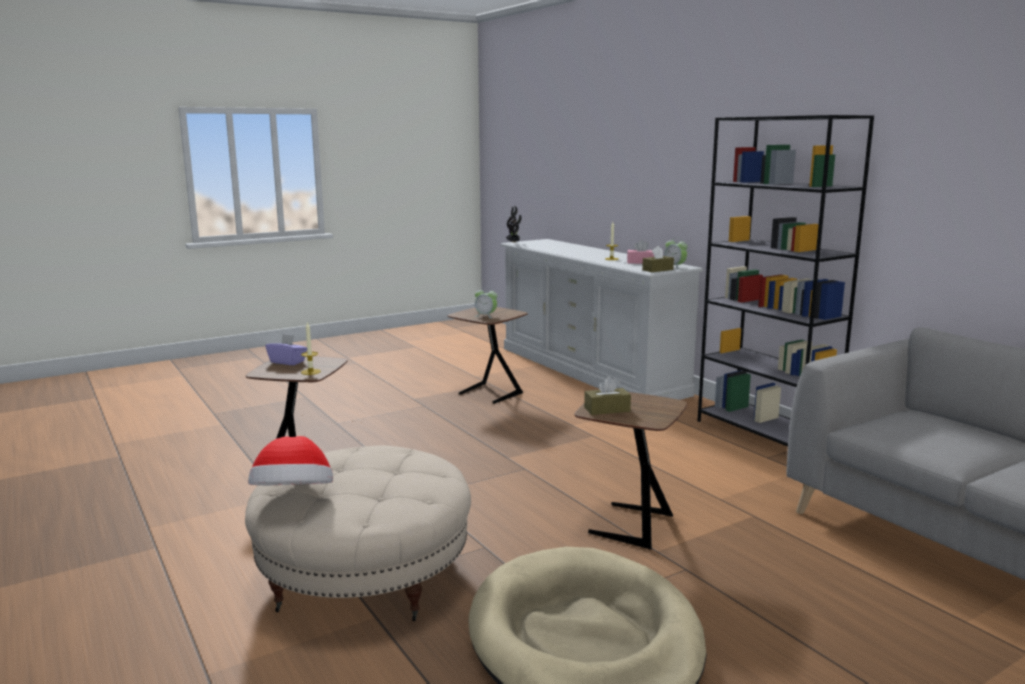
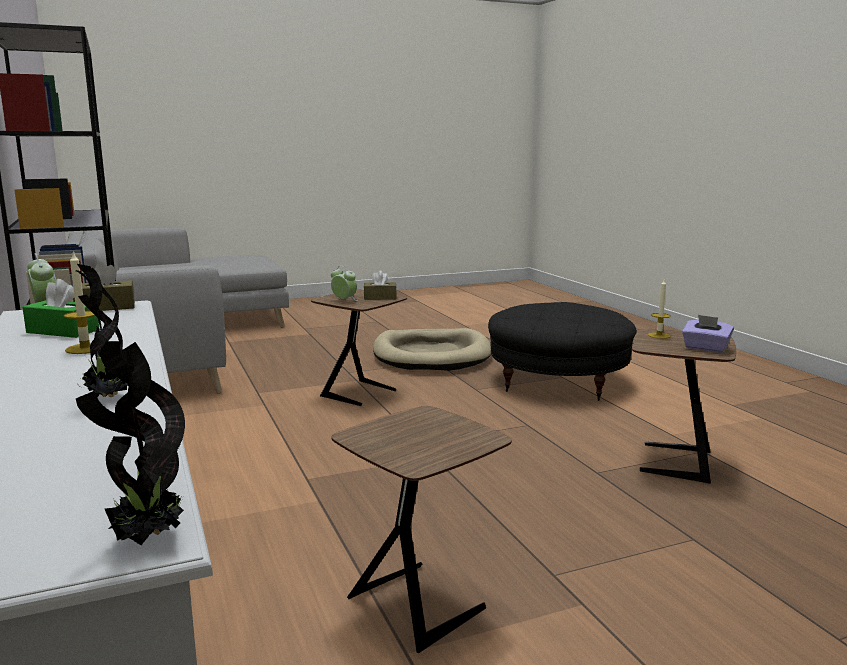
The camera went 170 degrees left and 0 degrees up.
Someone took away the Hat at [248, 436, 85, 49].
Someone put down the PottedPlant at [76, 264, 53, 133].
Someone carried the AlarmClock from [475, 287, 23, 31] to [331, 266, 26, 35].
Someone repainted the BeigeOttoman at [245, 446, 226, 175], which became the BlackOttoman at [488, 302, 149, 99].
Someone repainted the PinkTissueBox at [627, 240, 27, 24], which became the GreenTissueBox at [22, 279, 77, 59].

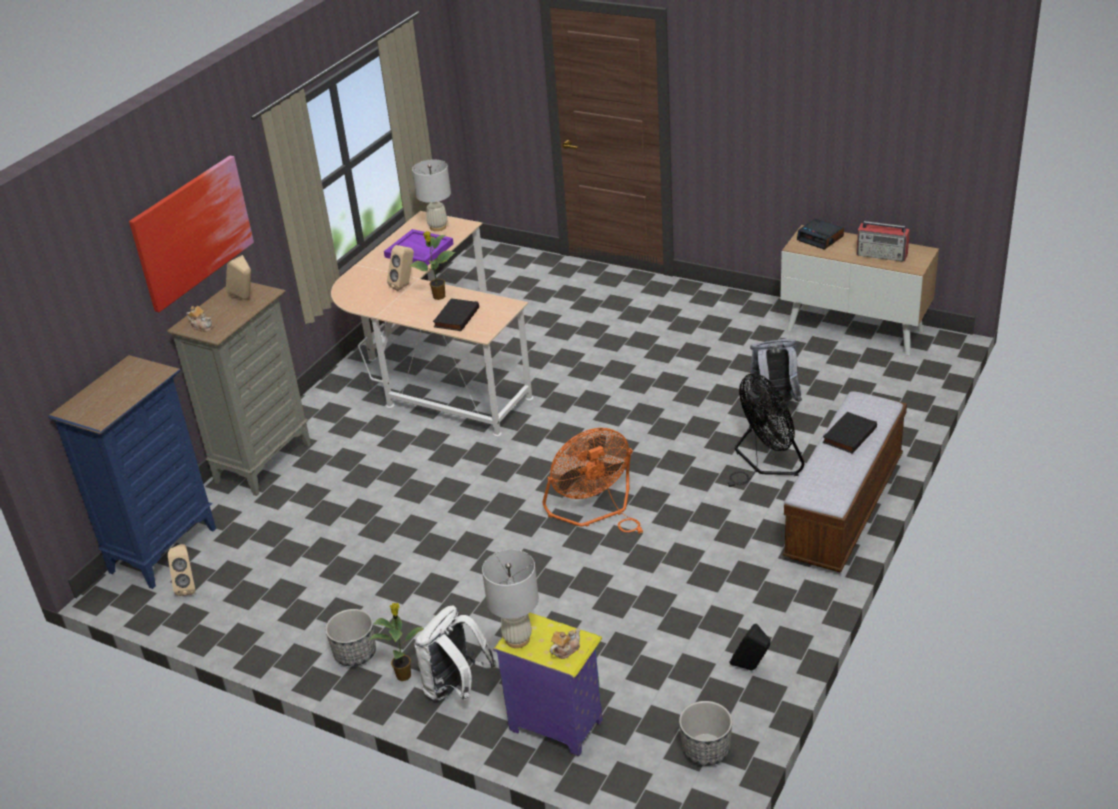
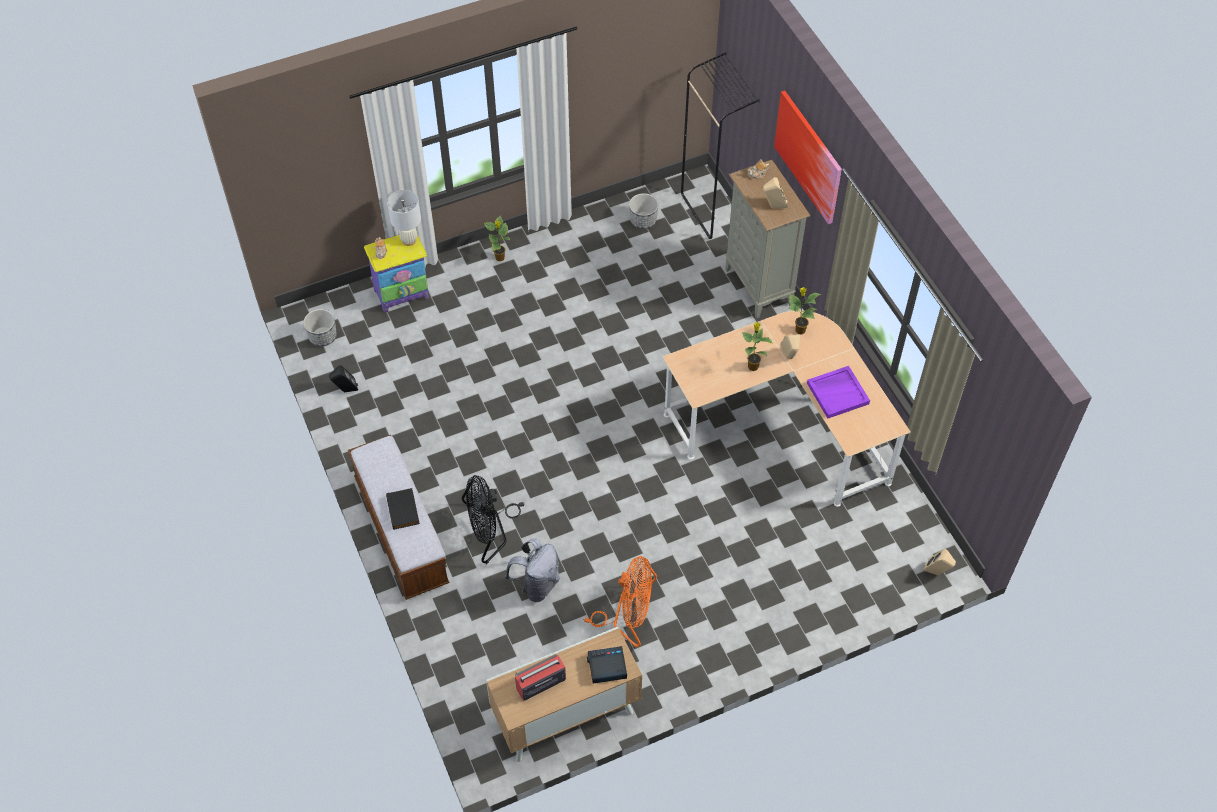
The camera went 125 degrees right and 20 degrees up.
Someone took away the WhiteTableLamp at [412, 159, 39, 72].
Someone took away the WhiteBackpack at [415, 605, 81, 96].
Someone took away the BlackBook at [433, 298, 46, 33].
Someone put down the PottedPlant at [788, 287, 33, 48].
Someone carried the BeigeSpeaker from [168, 544, 27, 52] to [923, 549, 33, 26].
Someone carried the Planter from [325, 609, 51, 57] to [629, 193, 30, 36].
Someone carried the OrangeFan from [543, 428, 100, 106] to [584, 556, 73, 92].
Someone swapped the BlueDresser at [48, 355, 168, 234] for the BlackClothesRack at [681, 52, 79, 187].
Someone rotated the BlackFan at [726, 374, 78, 113] by 60 degrees clockwise.

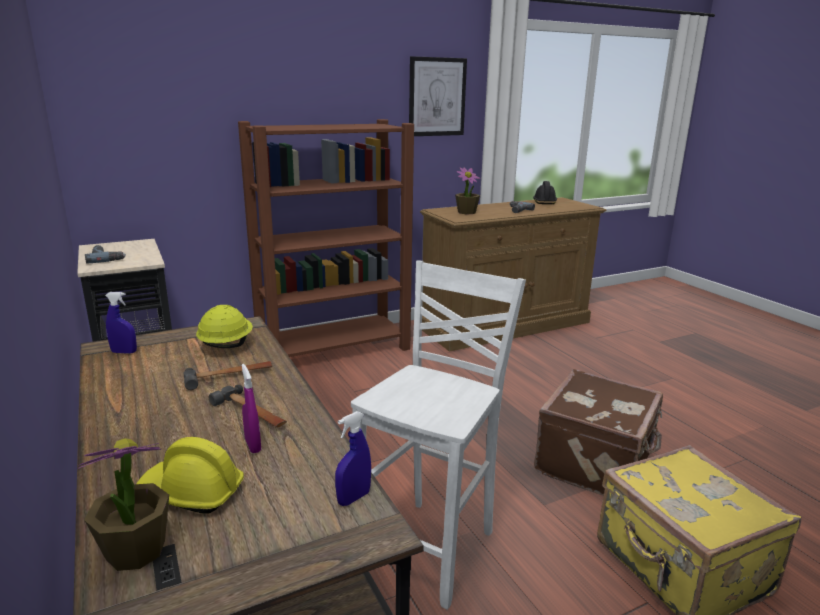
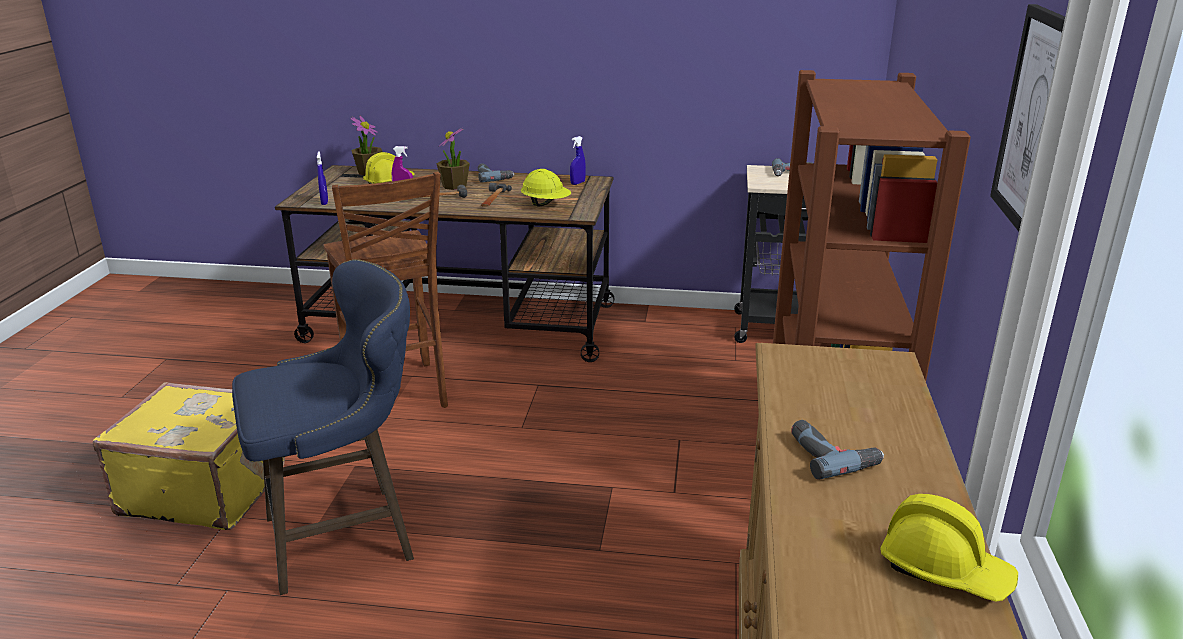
The camera went 125 degrees right and 5 degrees up.
Someone put down the PowerDrill at [478, 163, 36, 19].
Someone carried the PottedPlant from [455, 167, 25, 47] to [436, 127, 34, 63].
Someone swapped the BrownSuitcase at [534, 369, 129, 127] for the BlueStool at [232, 259, 182, 336].
Someone repainted the WhiteStool at [351, 260, 175, 350], which became the BrownStool at [323, 172, 125, 236].
Someone repainted the BlackHardHat at [533, 181, 24, 23], which became the YellowHardHat at [880, 494, 138, 107].

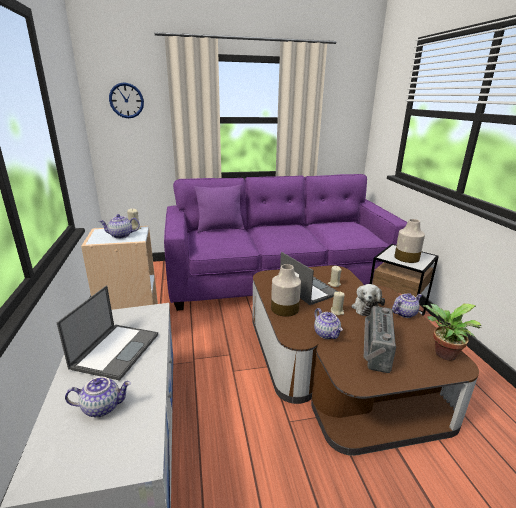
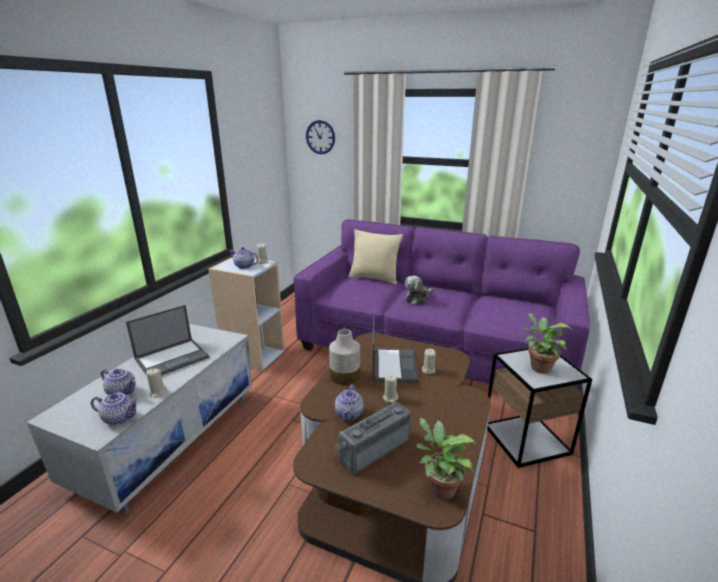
The camera went 35 degrees right and 0 degrees up.
Someone put down the BeigeCandle at [146, 368, 21, 30].
Someone carried the PlushToy from [351, 284, 34, 32] to [405, 276, 29, 29].
Someone carried the Teapot from [392, 293, 30, 25] to [91, 393, 48, 32].
Someone swapped the BeigeVase at [394, 219, 31, 44] for the PottedPlant at [524, 313, 47, 61].
Someone repainted the PurplePillow at [194, 185, 50, 48], which became the BeigePillow at [349, 229, 54, 55].

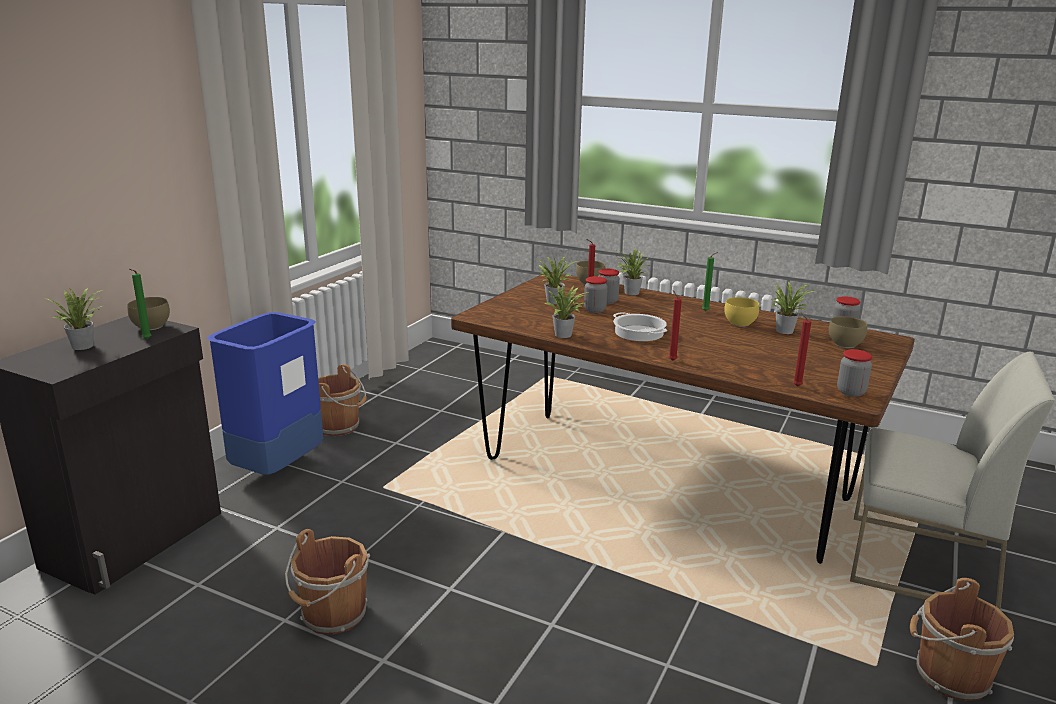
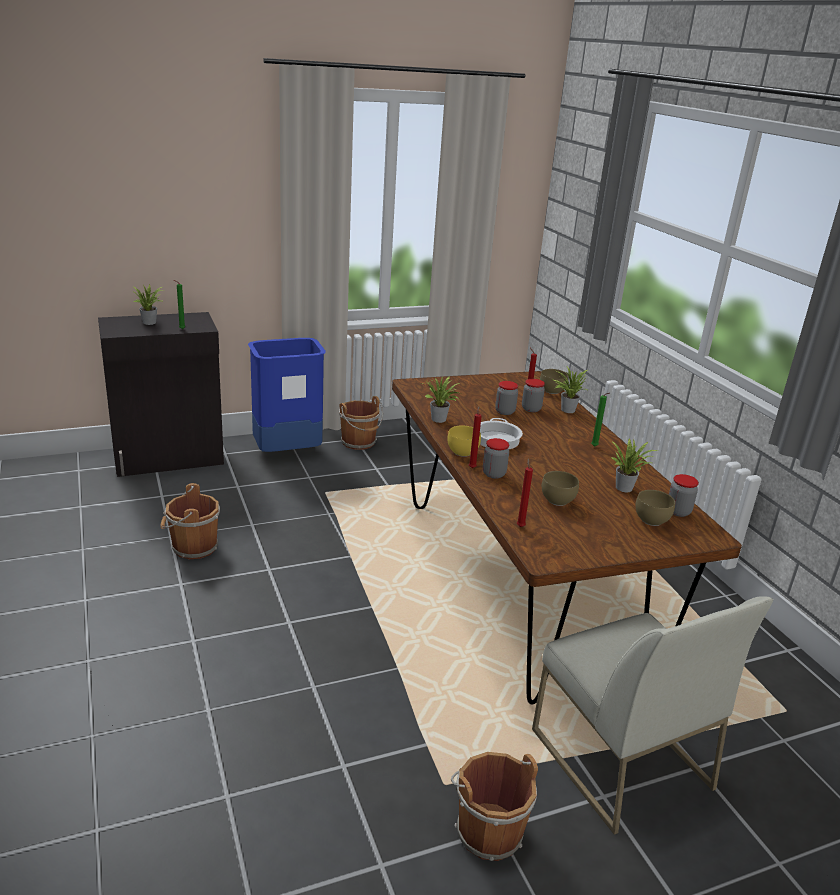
The camera went 40 degrees right and 5 degrees up.
Someone took away the PottedPlant at [538, 256, 41, 48].
Someone carried the BrownBowl from [127, 297, 43, 33] to [542, 471, 37, 35].
Someone carried the YellowBowl from [724, 297, 35, 30] to [447, 426, 34, 31].
Someone carried the Jar from [837, 349, 35, 48] to [483, 438, 26, 41].

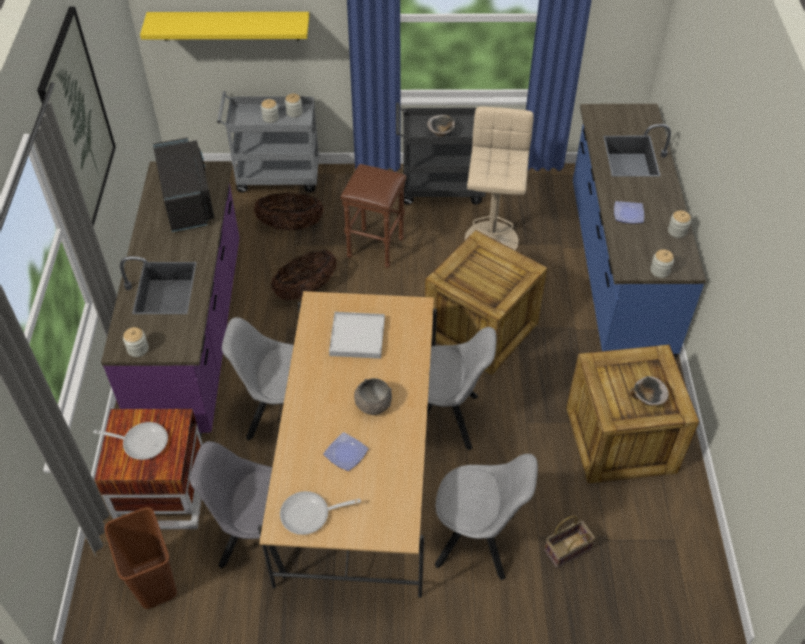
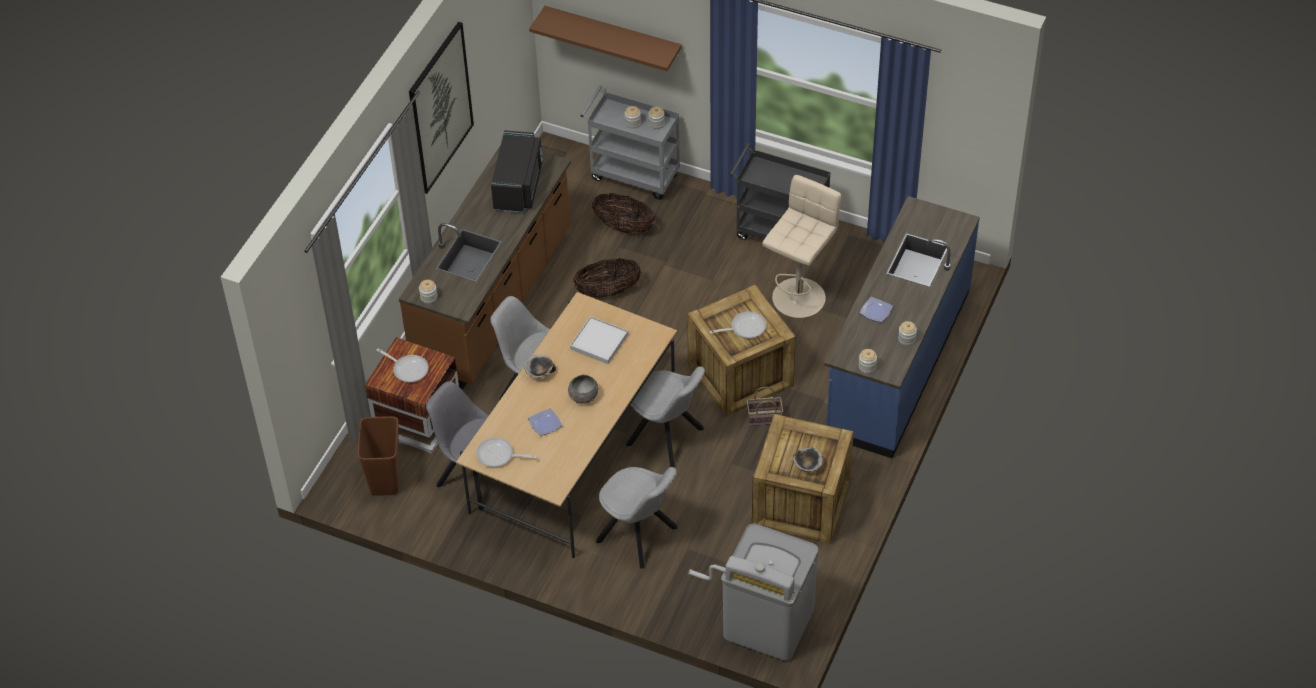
The camera went 25 degrees right and 0 degrees up.
Someone took away the BrownStool at [340, 164, 67, 104].
Someone put down the GreyWashingMachine at [688, 524, 130, 137].
Someone put down the FryingPan at [709, 311, 57, 27].
Someone carried the Bowl from [427, 115, 28, 22] to [524, 355, 32, 23].
Someone carried the Basket from [545, 515, 50, 53] to [747, 387, 36, 39].
Someone repainted the PurpleCounter at [101, 161, 139, 276], which became the BrownCounter at [399, 145, 172, 244].
Someone repainted the YellowShelf at [140, 12, 169, 29], which became the BrownShelf at [529, 6, 153, 65].

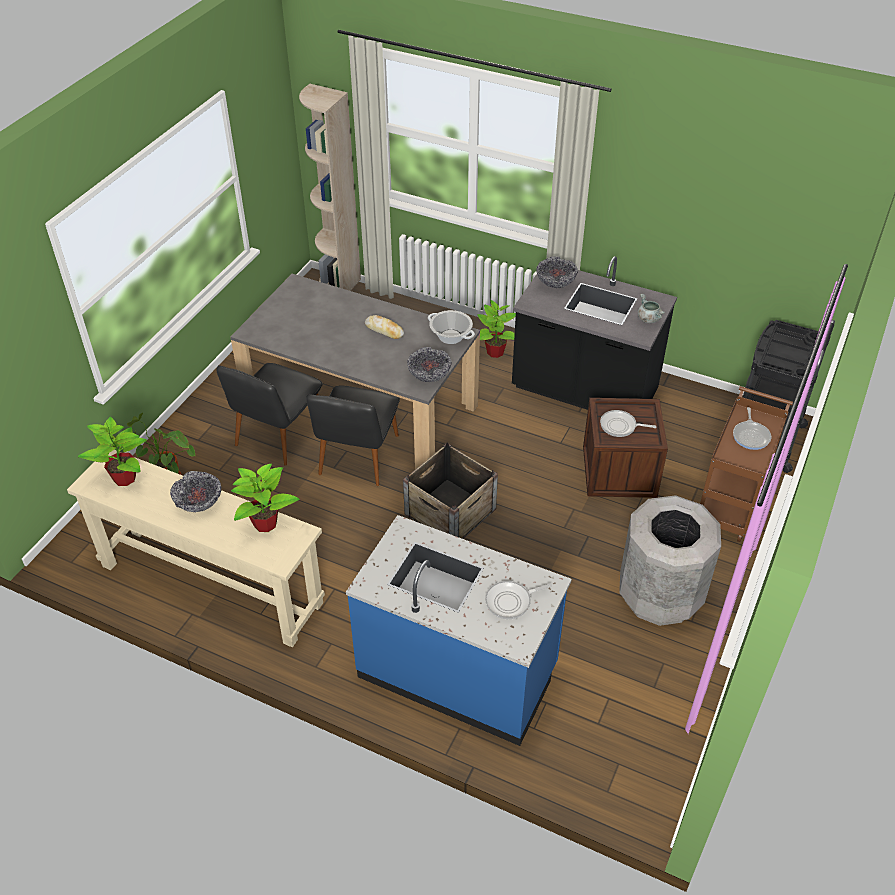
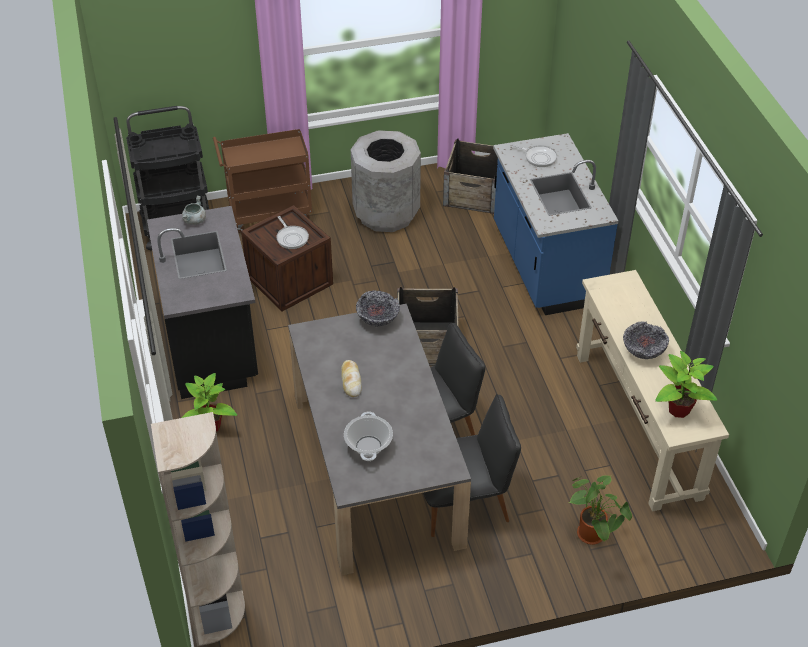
The camera went 130 degrees left and 0 degrees up.
Someone took away the PottedPlant at [231, 464, 68, 68].
Someone took away the Bowl at [536, 256, 42, 32].
Someone took away the FryingPan at [733, 407, 38, 43].
Someone put down the Crate at [443, 138, 55, 76].
Someone carried the CookingPot from [428, 310, 47, 34] to [344, 411, 49, 50].

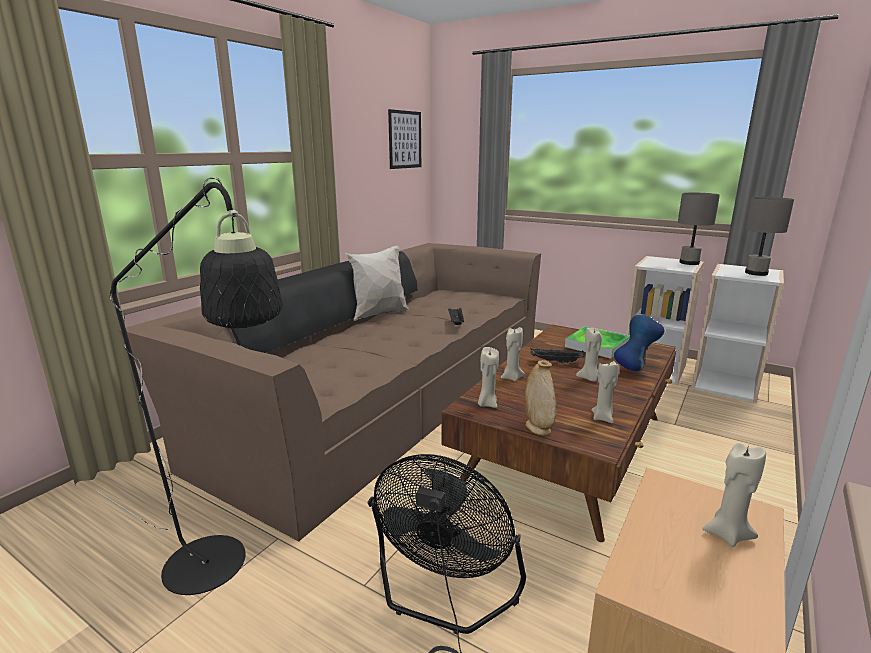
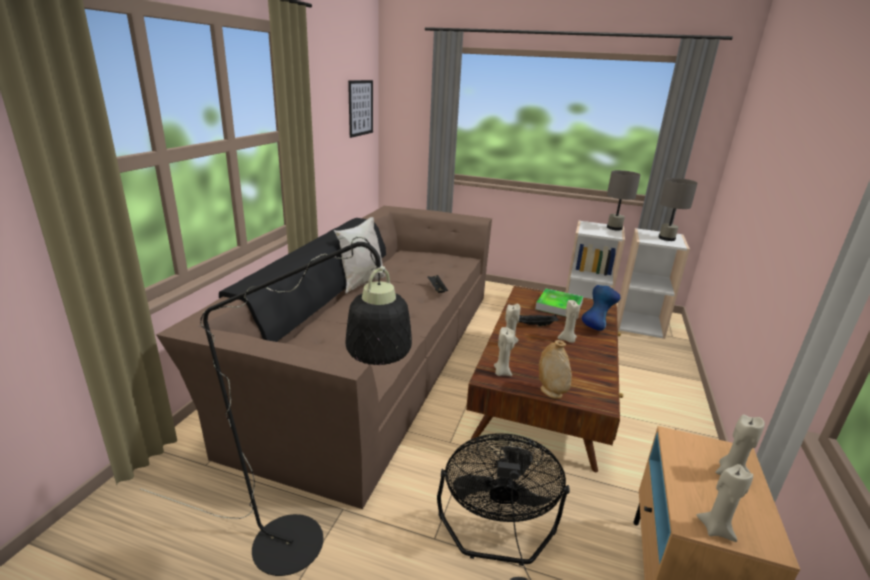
The camera went 15 degrees left and 5 degrees up.
Someone carried the BeigeCandle from [592, 360, 27, 63] to [696, 464, 57, 78].

